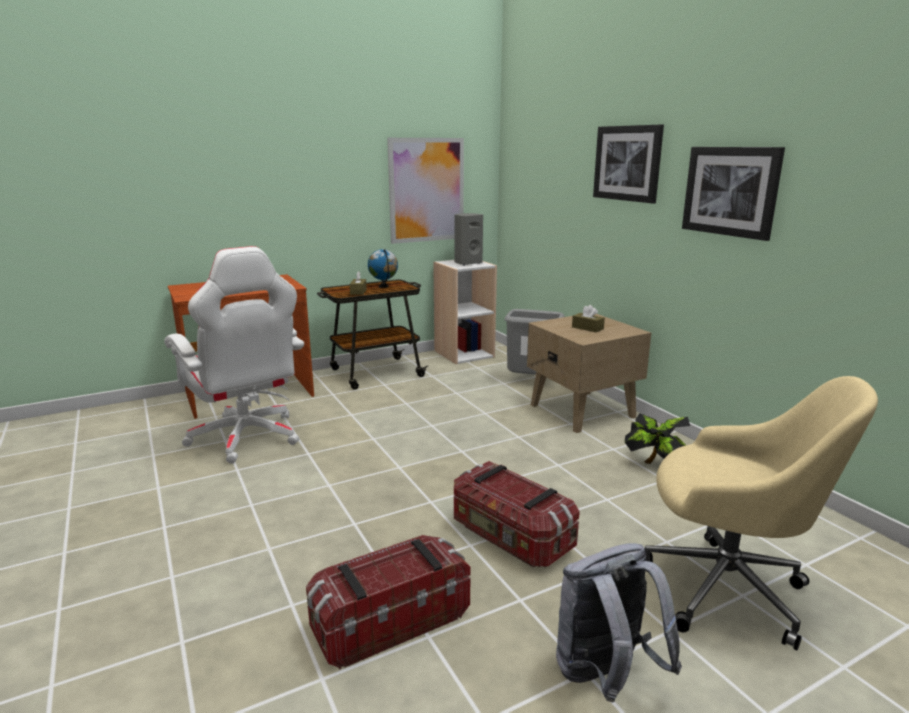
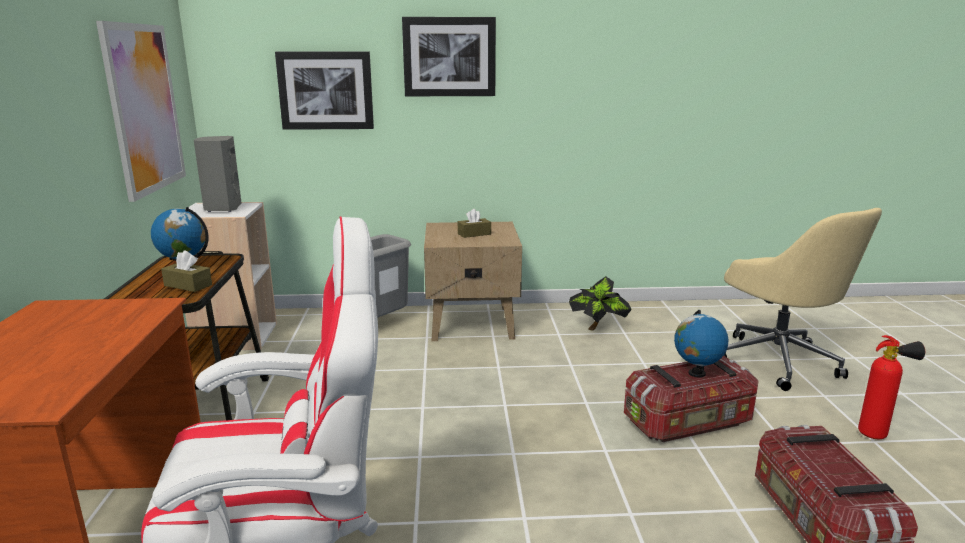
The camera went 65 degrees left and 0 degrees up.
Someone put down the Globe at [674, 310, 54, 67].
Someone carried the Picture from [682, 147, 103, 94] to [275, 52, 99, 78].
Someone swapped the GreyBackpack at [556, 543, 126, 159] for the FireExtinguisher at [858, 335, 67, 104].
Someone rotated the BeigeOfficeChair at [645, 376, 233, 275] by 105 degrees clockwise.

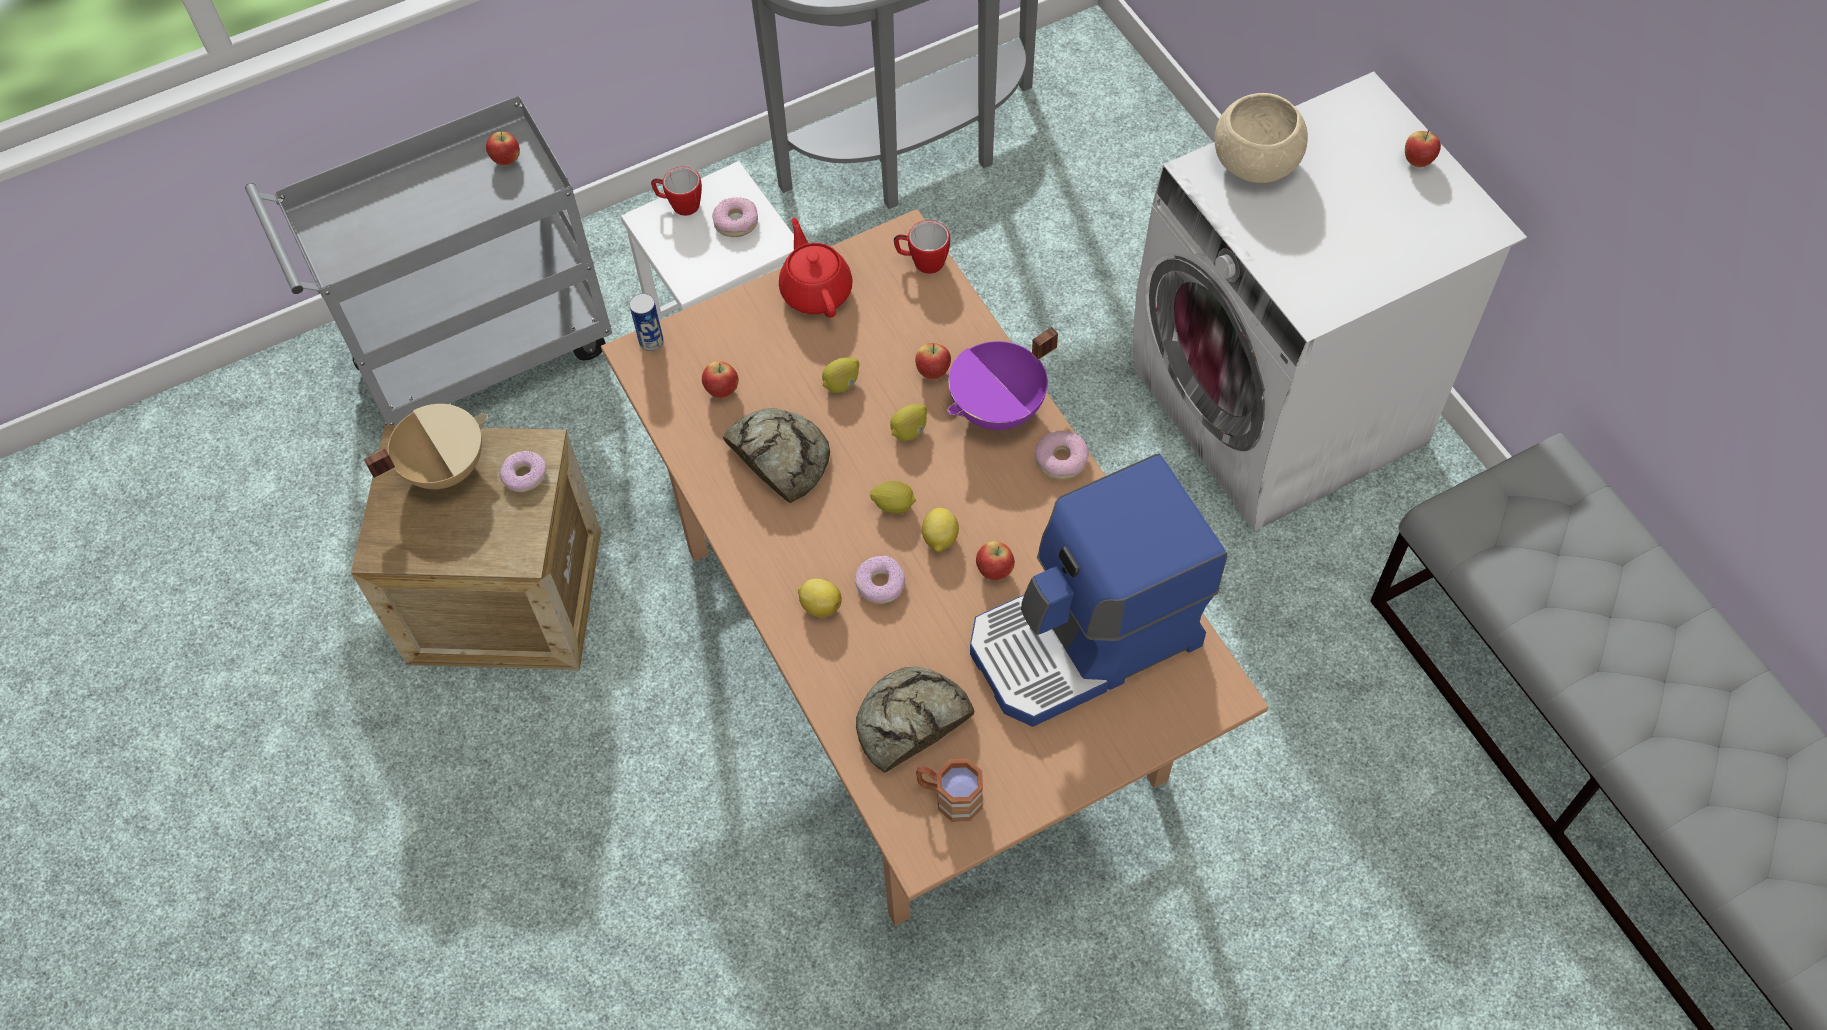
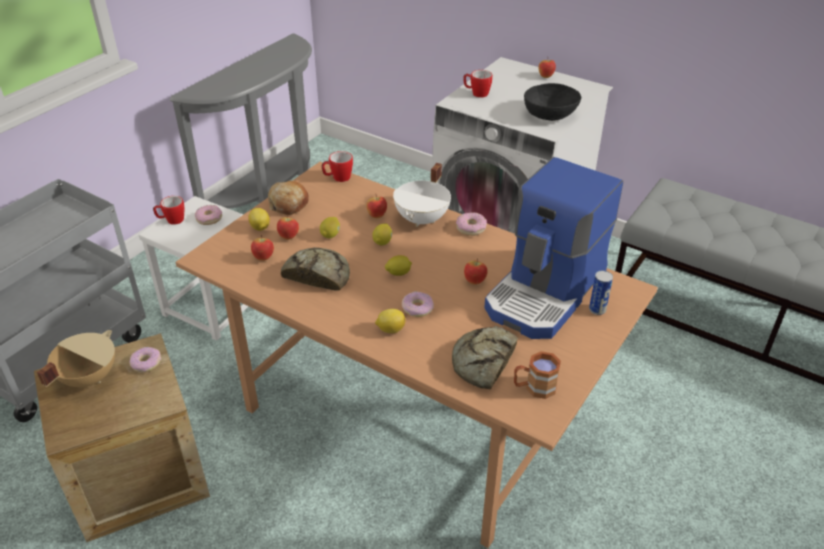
The camera went 30 degrees left and 20 degrees down.
Someone put down the BlackBowl at [524, 83, 57, 38].
Someone carried the Apple from [486, 132, 34, 34] to [277, 214, 22, 26].
Someone carried the Can from [629, 293, 35, 58] to [589, 270, 24, 45].
Someone carried the Lemon from [922, 508, 37, 44] to [248, 208, 22, 23].
Someone swapped the RedTeapot at [779, 217, 74, 101] for the Bread at [268, 181, 41, 34].
Someone swapped the BeigeBowl at [1215, 93, 93, 90] for the Mug at [463, 70, 30, 28].
Someone repainted the PurpleCookingPot at [947, 327, 111, 103], which became the WhiteCookingPot at [393, 163, 58, 64].

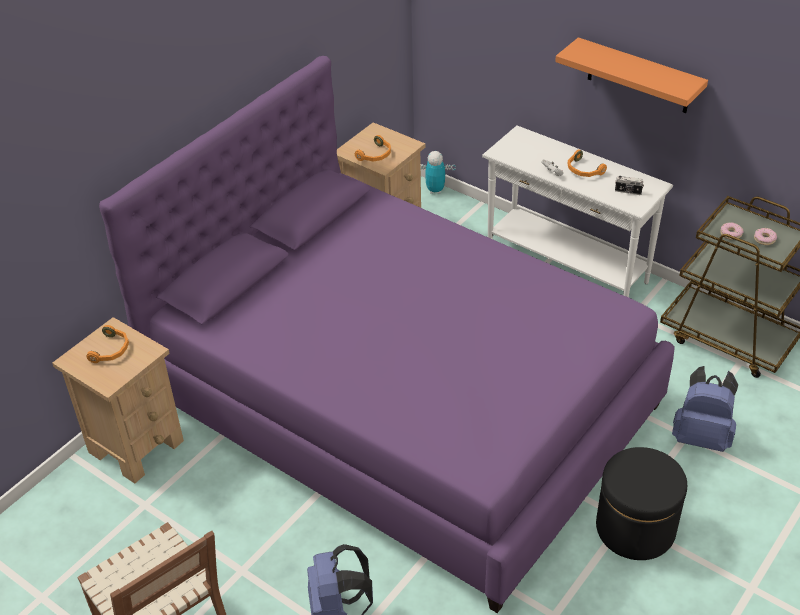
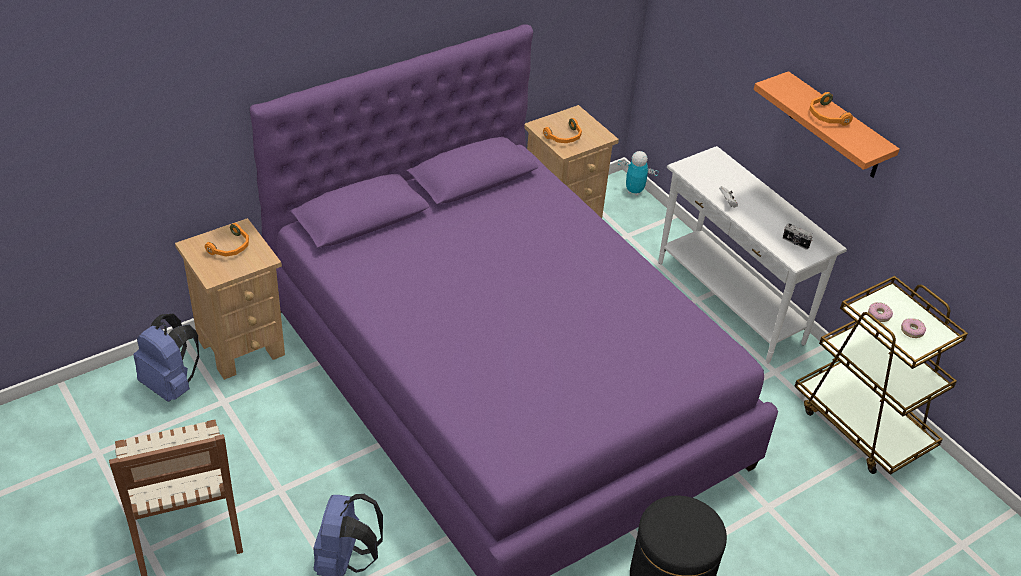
The camera went 15 degrees right and 0 degrees up.
Someone carried the OrangeHeadphones from [568, 150, 39, 27] to [809, 92, 44, 34].
Someone carried the BlueBackpack from [672, 366, 66, 86] to [133, 314, 66, 88].

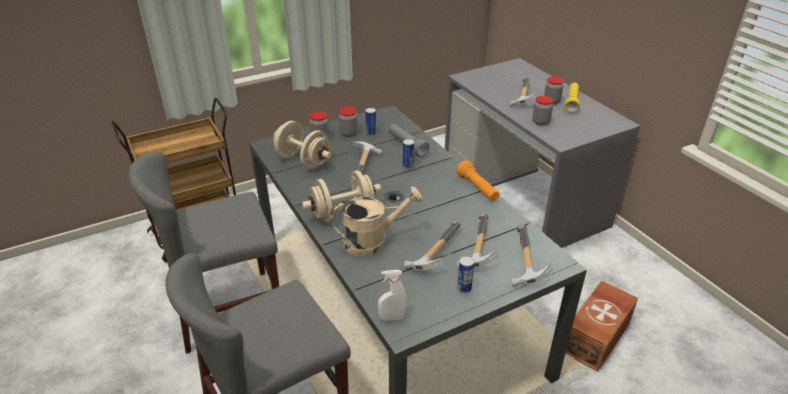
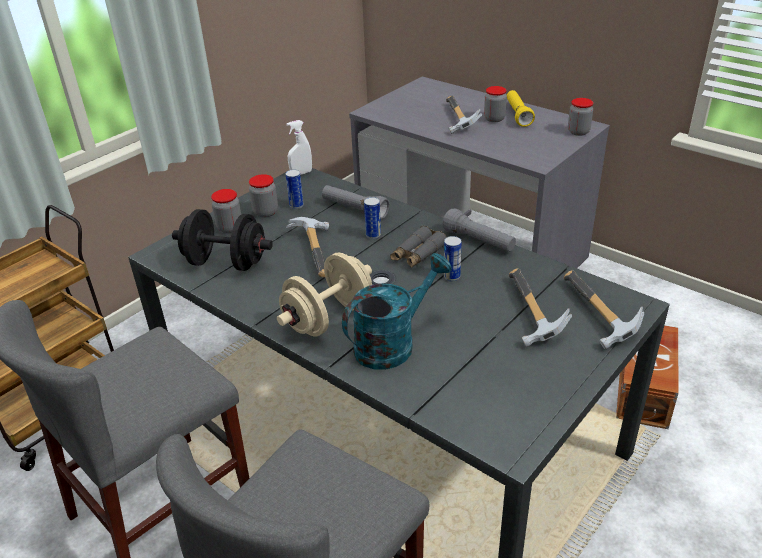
The camera went 20 degrees left and 0 degrees up.
Someone took away the Hammer at [404, 222, 57, 48].
Someone put down the GreyBinoculars at [390, 226, 57, 42].
Someone carried the WhiteSprayBottle from [378, 270, 29, 51] to [286, 120, 26, 55].
Someone carried the Can from [457, 256, 17, 37] to [444, 236, 18, 45].
Someone carried the Jar from [532, 96, 21, 30] to [568, 98, 25, 38].
Someone repainted the BeigeDumbbell at [274, 121, 57, 48], which became the BlackDumbbell at [172, 209, 101, 62].
Someone repainted the BeigeWateringCan at [331, 186, 92, 71], which became the TurquoiseWateringCan at [342, 253, 110, 117].
Someone repainted the OrangeFlashlight at [456, 160, 43, 41], which became the GreyFlashlight at [442, 208, 74, 44].

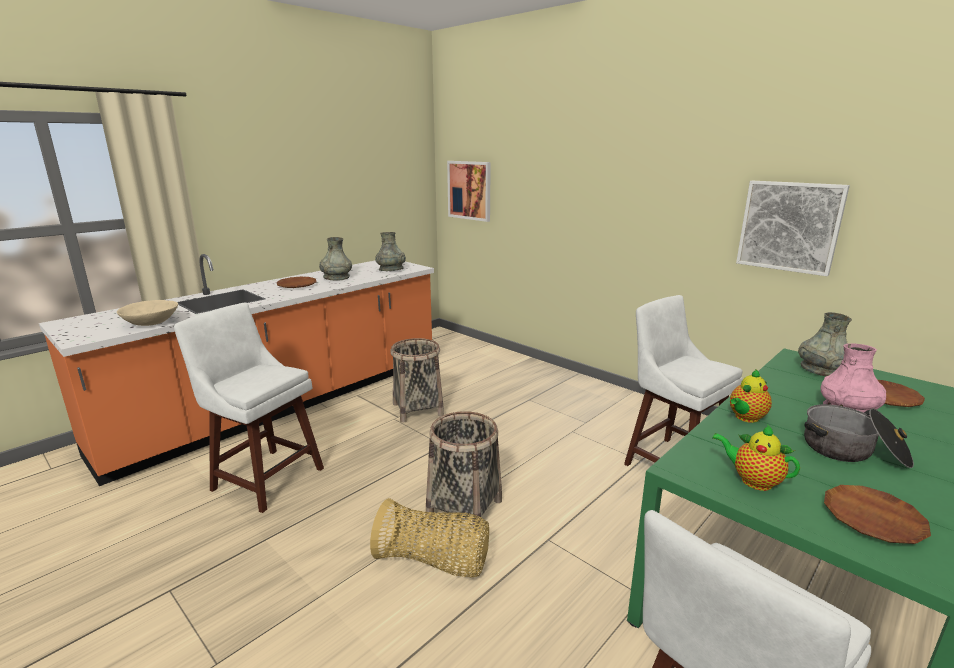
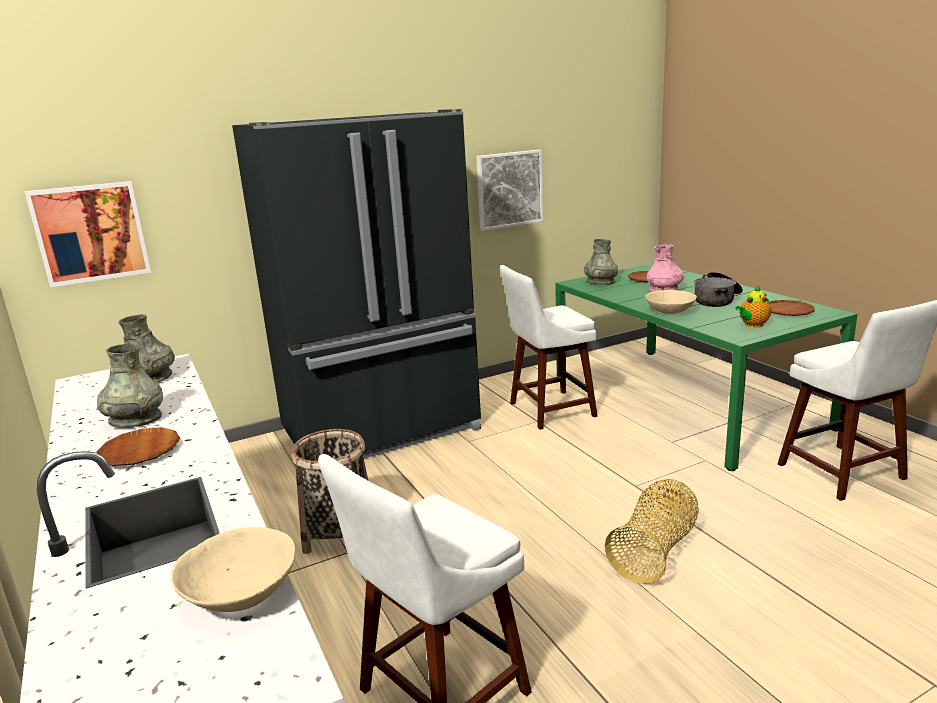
The camera went 70 degrees left and 0 degrees up.
Someone took away the Basket at [426, 411, 76, 123].
Someone put down the BlackFridge at [232, 109, 249, 349].
Someone swapped the Teapot at [730, 369, 42, 54] for the BeigeBowl at [645, 290, 52, 24].

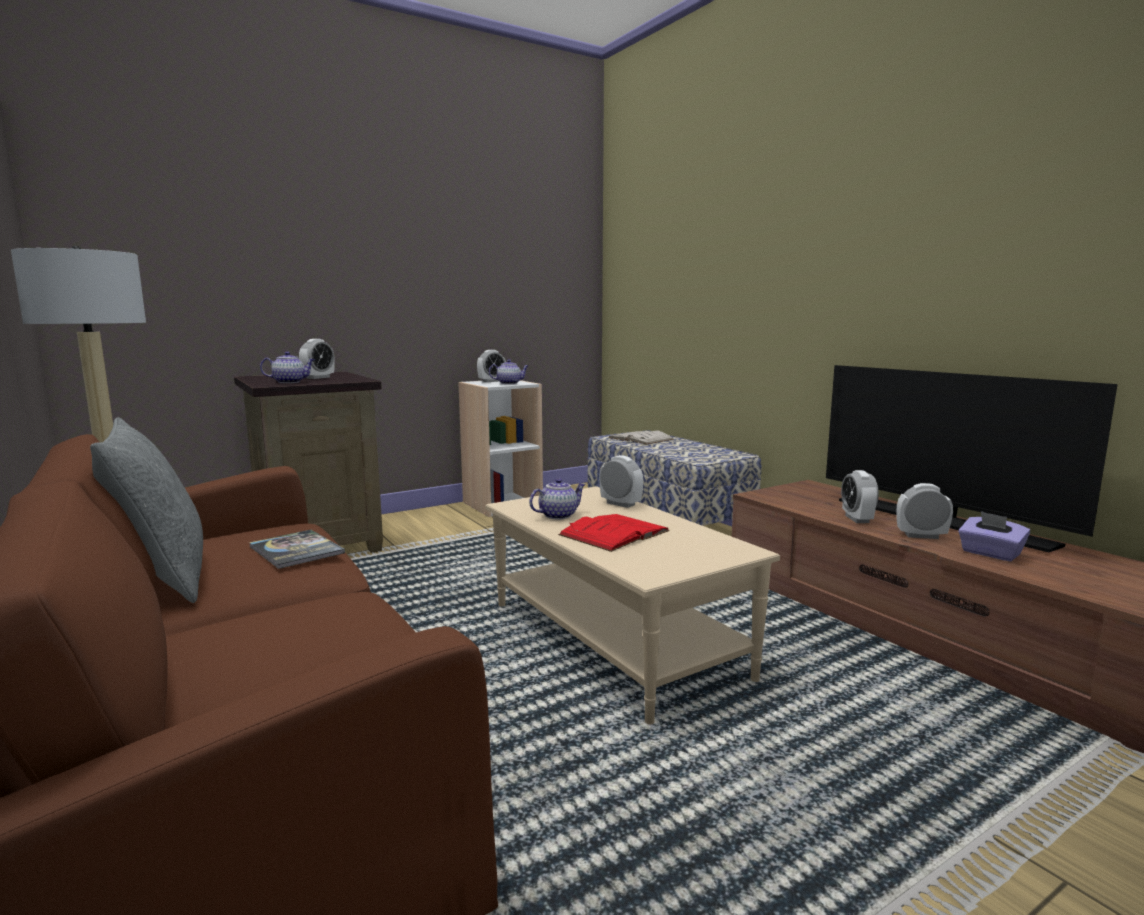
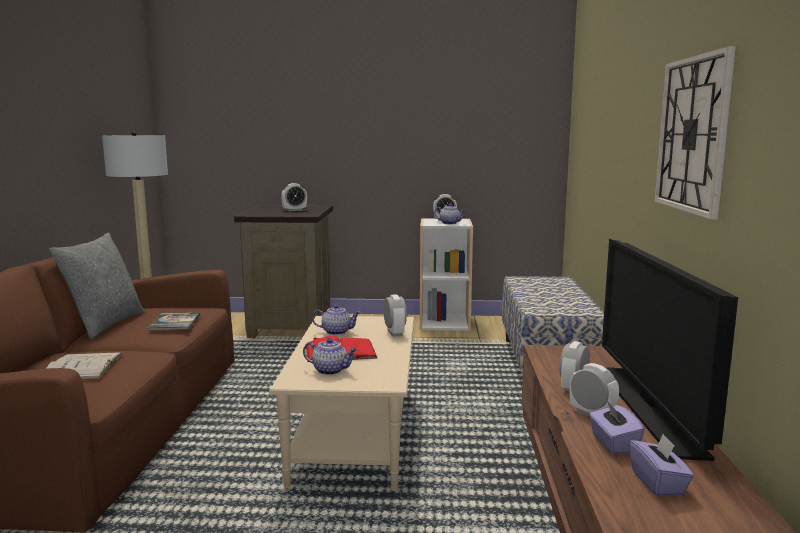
The camera went 35 degrees right and 0 degrees up.
Someone put down the PurpleTissueBox at [629, 434, 65, 62].
Someone put up the WallClock at [655, 46, 81, 173].
Someone carried the Teapot from [260, 351, 55, 32] to [303, 338, 54, 37].
Someone carried the WhiteBook from [608, 430, 66, 15] to [46, 352, 77, 28].

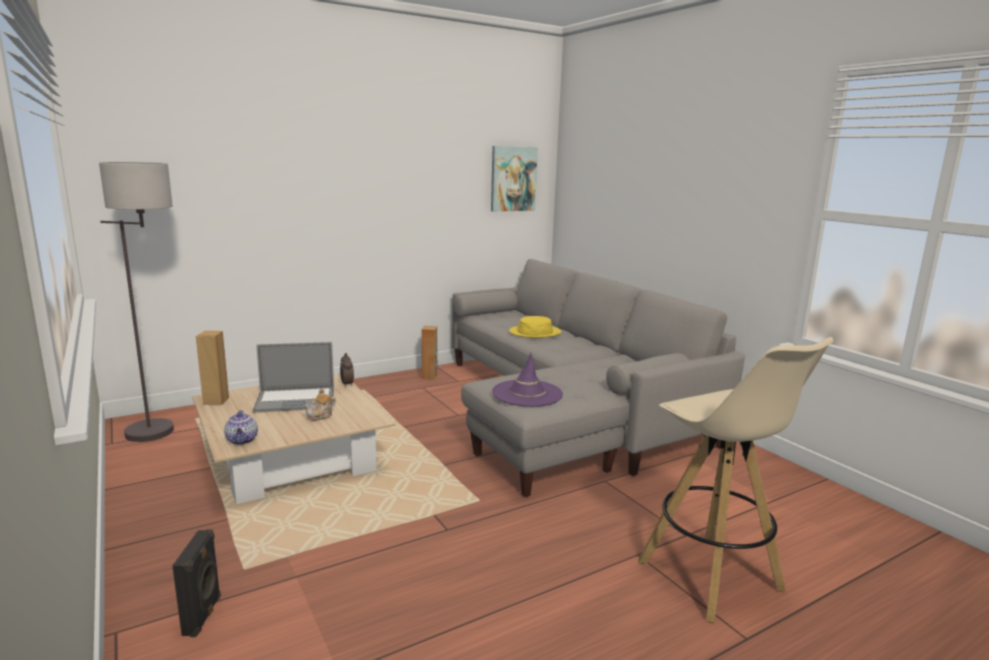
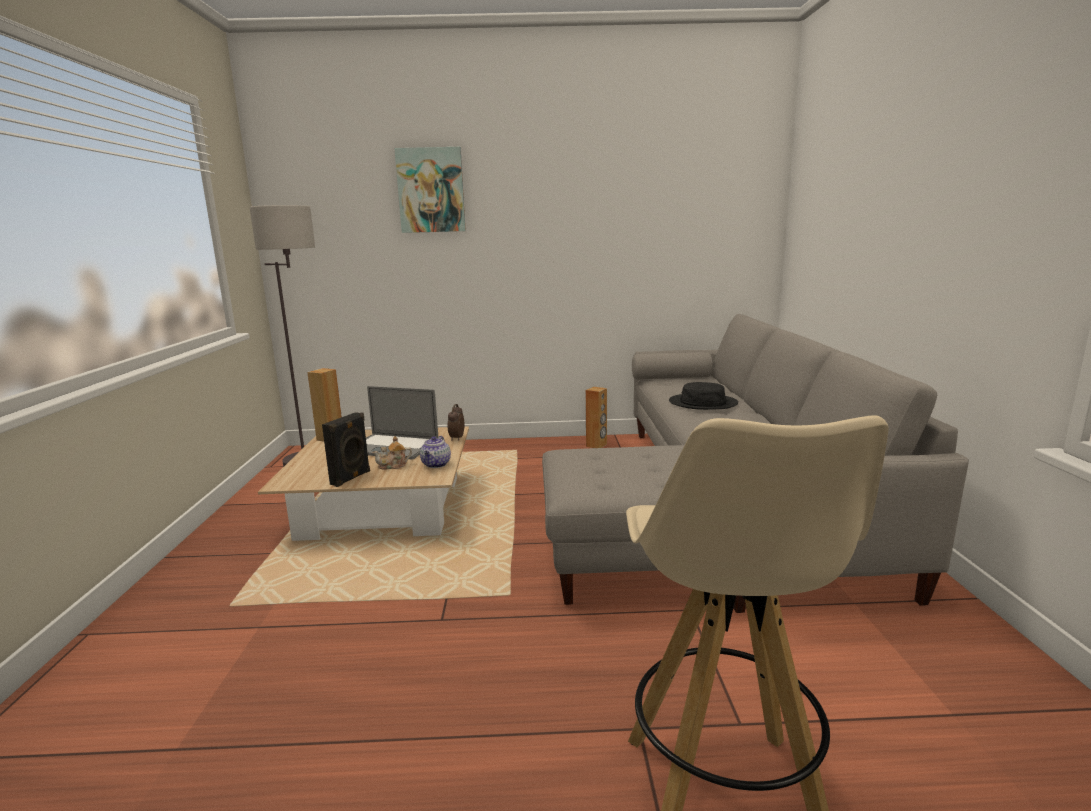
The camera went 30 degrees right and 0 degrees up.
Someone took away the PurpleHat at [492, 352, 71, 55].
Someone carried the BlackSpeaker from [172, 529, 49, 108] to [322, 412, 48, 75].
Someone carried the Teapot from [224, 410, 34, 35] to [420, 436, 31, 32].
Someone carried the Picture from [491, 146, 47, 66] to [394, 147, 72, 86].
Someone repainted the YellowHat at [509, 316, 52, 22], which became the BlackHat at [669, 382, 69, 28].

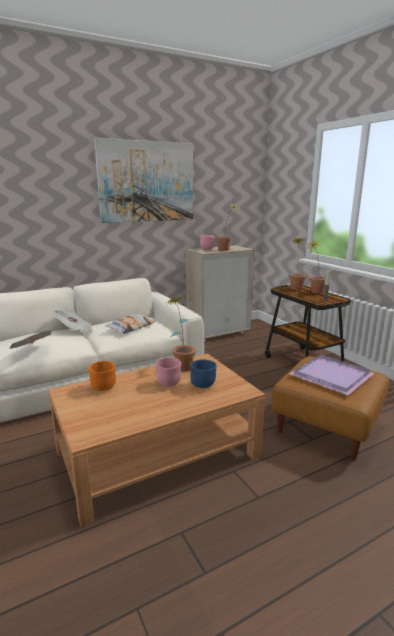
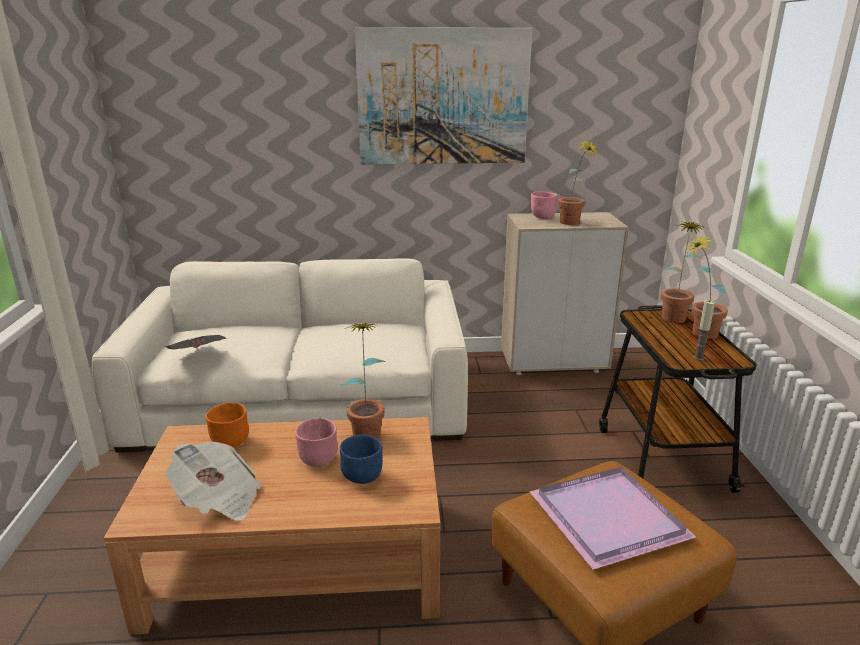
The camera went 25 degrees right and 5 degrees up.
Someone took away the Pillow at [106, 314, 49, 20].
Someone carried the Newspaper from [54, 310, 39, 22] to [165, 442, 97, 79].

